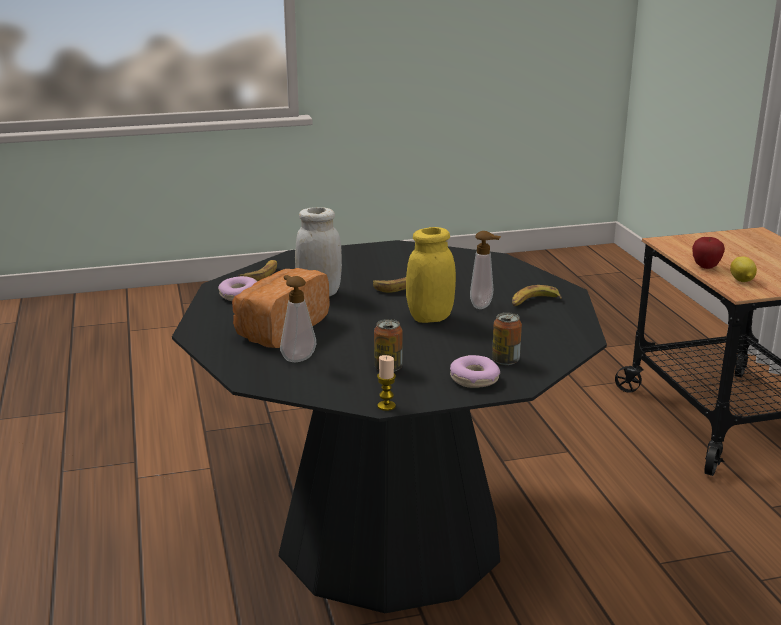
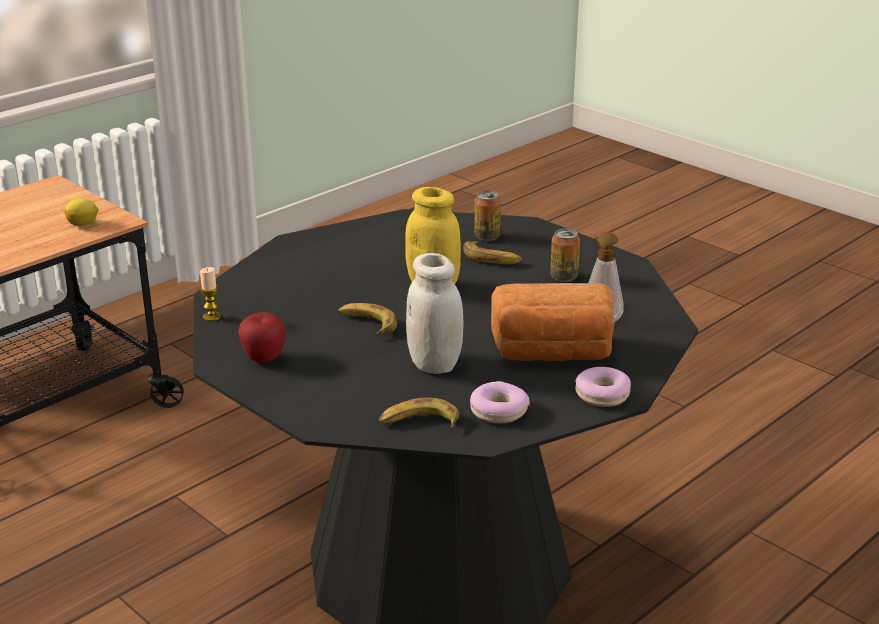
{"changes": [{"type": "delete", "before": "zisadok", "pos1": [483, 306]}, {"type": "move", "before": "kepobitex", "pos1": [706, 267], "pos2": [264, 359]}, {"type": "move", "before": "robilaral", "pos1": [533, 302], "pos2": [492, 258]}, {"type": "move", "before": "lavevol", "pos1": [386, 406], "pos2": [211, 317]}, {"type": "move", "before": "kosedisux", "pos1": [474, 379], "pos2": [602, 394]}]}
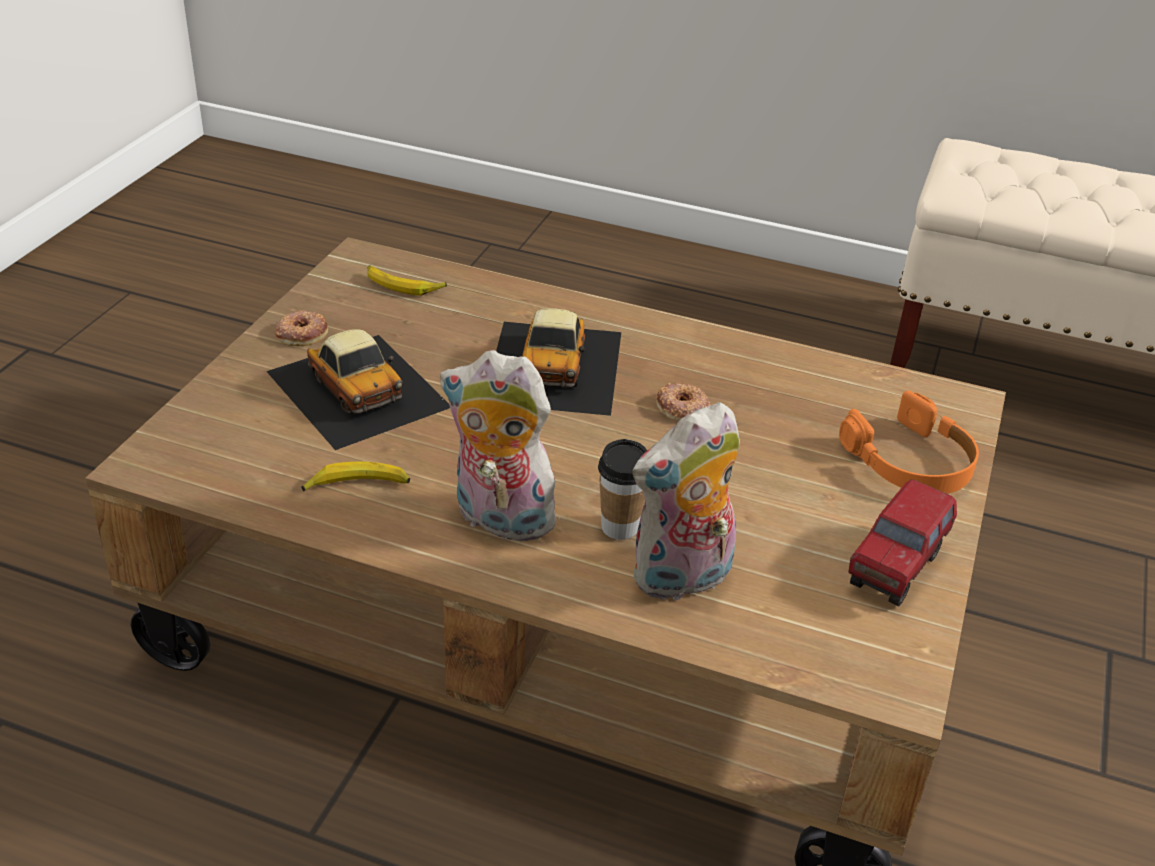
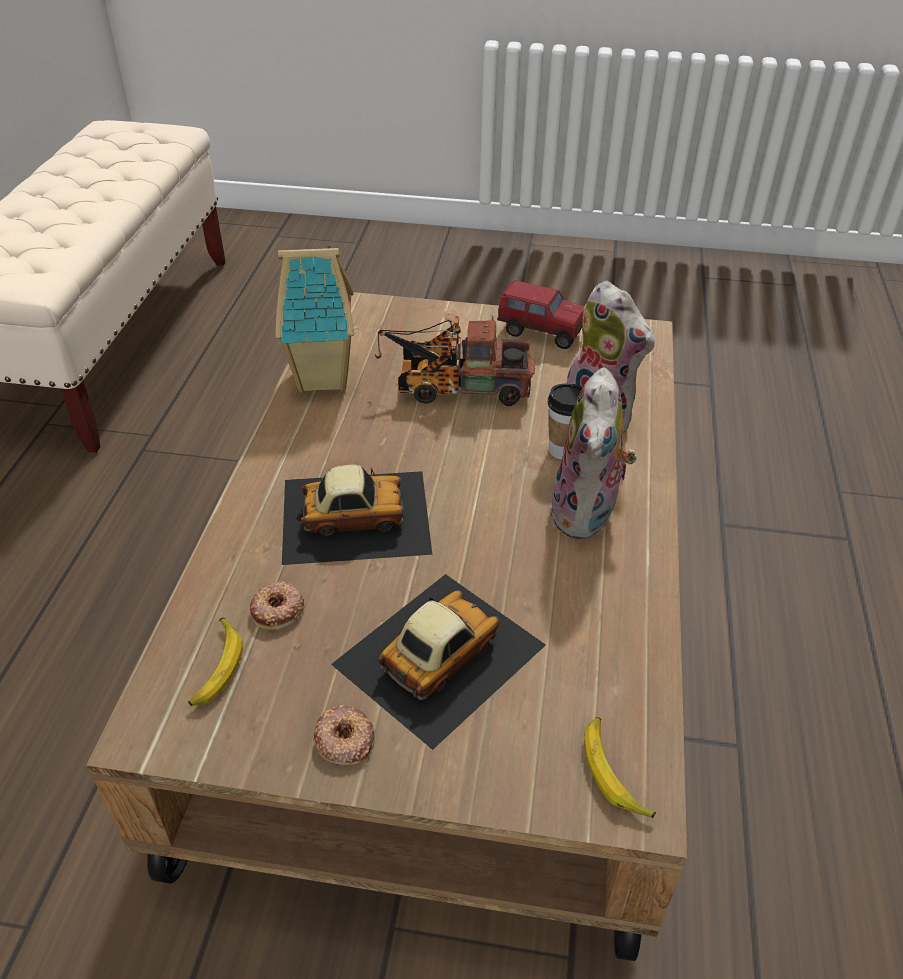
{"changes": [{"type": "move", "before": "kosedisux", "pos1": [682, 408], "pos2": [278, 609]}, {"type": "delete", "before": "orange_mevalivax", "pos1": [911, 461]}, {"type": "move", "before": "robilaral", "pos1": [358, 486], "pos2": [613, 772]}, {"type": "insert", "after": "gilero", "pos2": [324, 378]}, {"type": "insert", "after": "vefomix", "pos2": [454, 387]}]}
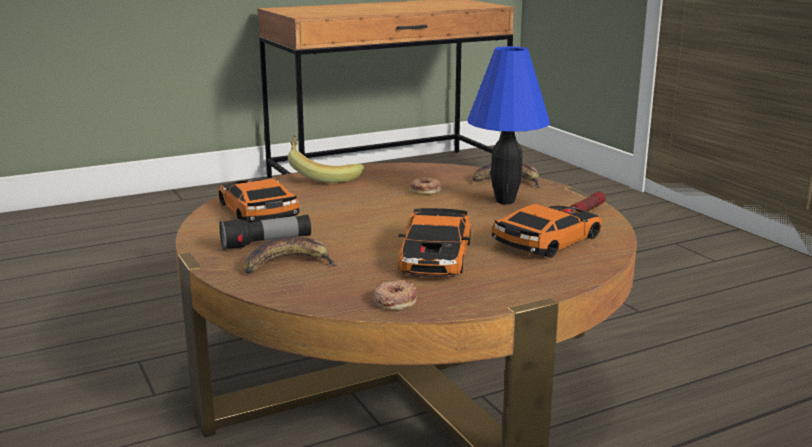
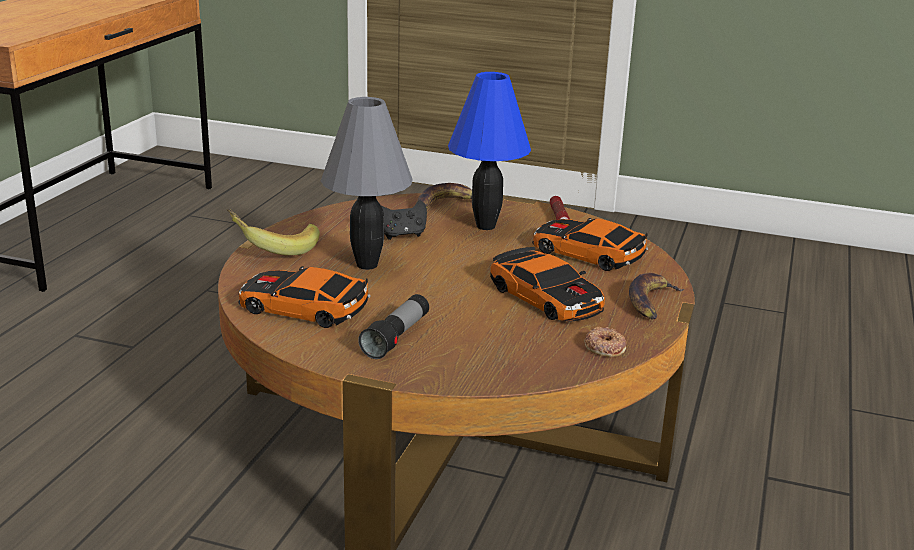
{"changes": [{"type": "replace", "before": "kosedisux", "after": "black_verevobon", "pos1": [425, 190], "pos2": [401, 235]}, {"type": "rotate", "before": "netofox", "pos1": [547, 240], "pos2": [587, 253], "turn": -60}, {"type": "move", "before": "robilaral", "pos1": [288, 264], "pos2": [651, 302]}, {"type": "insert", "after": "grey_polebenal", "pos2": [367, 265]}]}
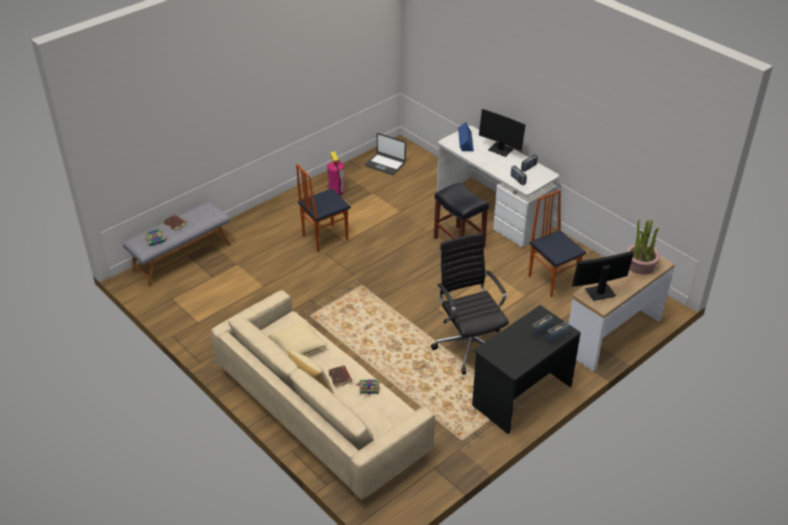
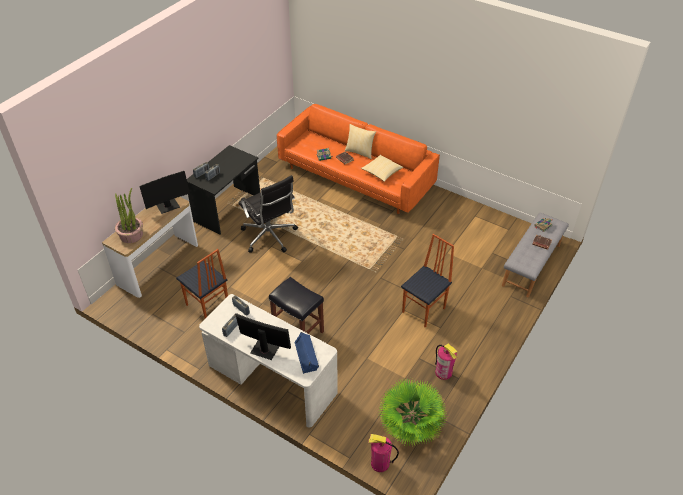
{"changes": [{"type": "replace", "before": "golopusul", "after": "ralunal", "pos1": [385, 164], "pos2": [410, 429]}, {"type": "recolor", "before": "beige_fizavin", "after": "orange_fizavin", "pos1": [321, 412], "pos2": [356, 177]}, {"type": "insert", "after": "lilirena", "pos2": [380, 463]}]}
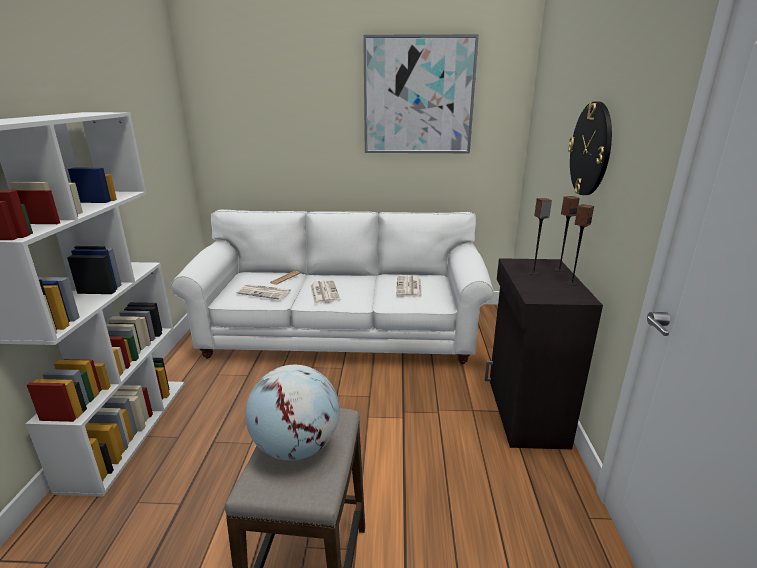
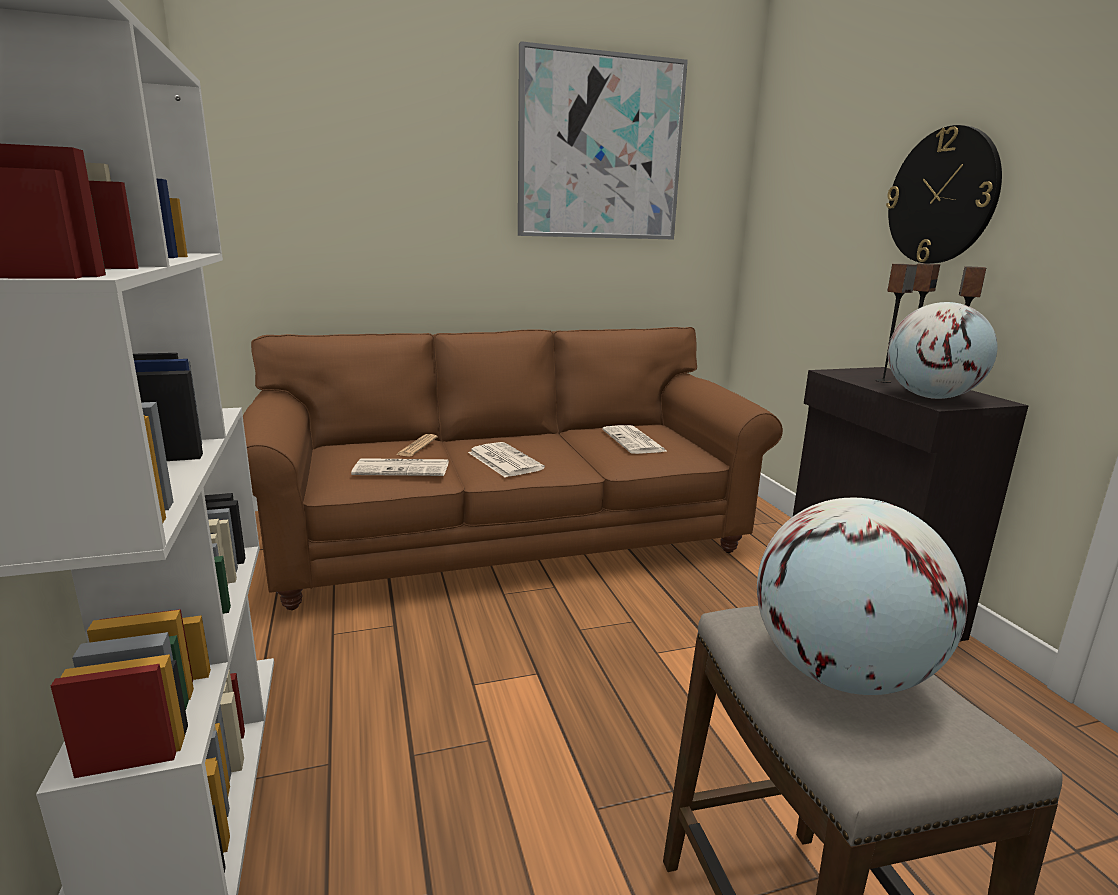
{"changes": [{"type": "recolor", "before": "white_fizavin", "after": "brown_fizavin", "pos1": [341, 331], "pos2": [509, 534]}, {"type": "insert", "after": "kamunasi", "pos2": [930, 397]}]}
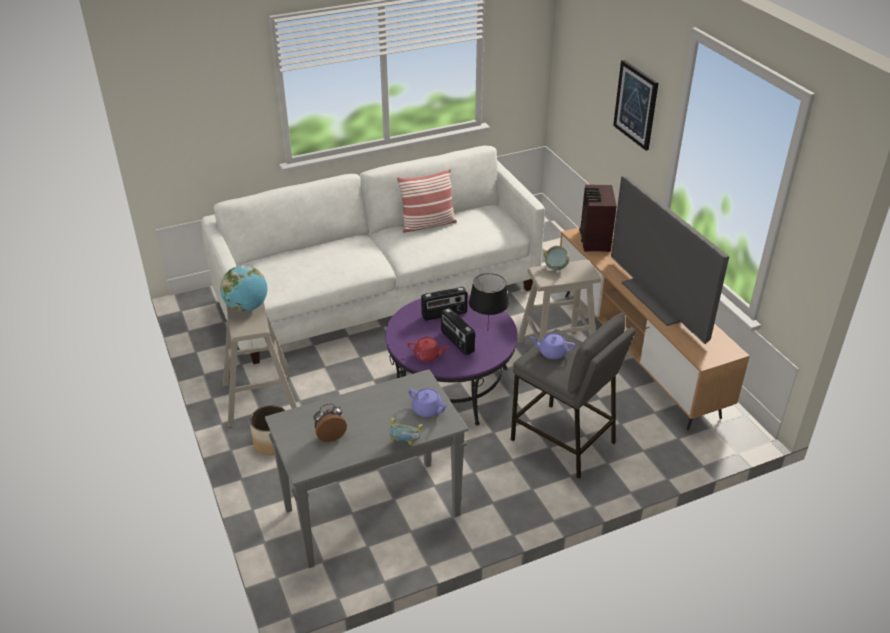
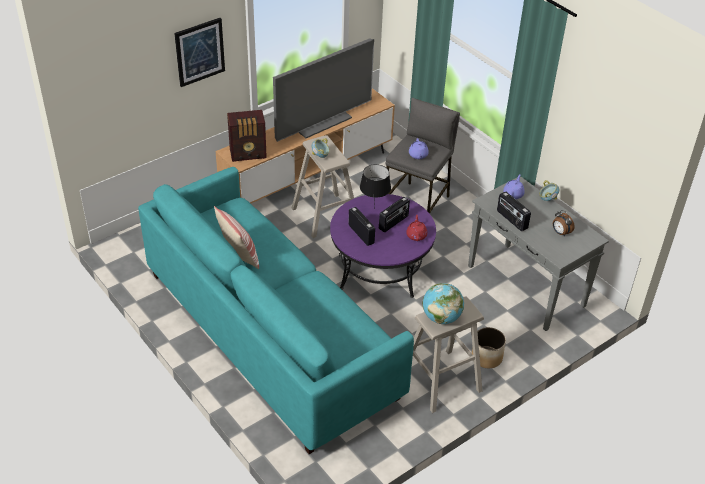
{"changes": [{"type": "recolor", "before": "white_fizavin", "after": "turquoise_fizavin", "pos1": [379, 294], "pos2": [270, 334]}, {"type": "insert", "after": "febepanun", "pos2": [511, 220]}]}
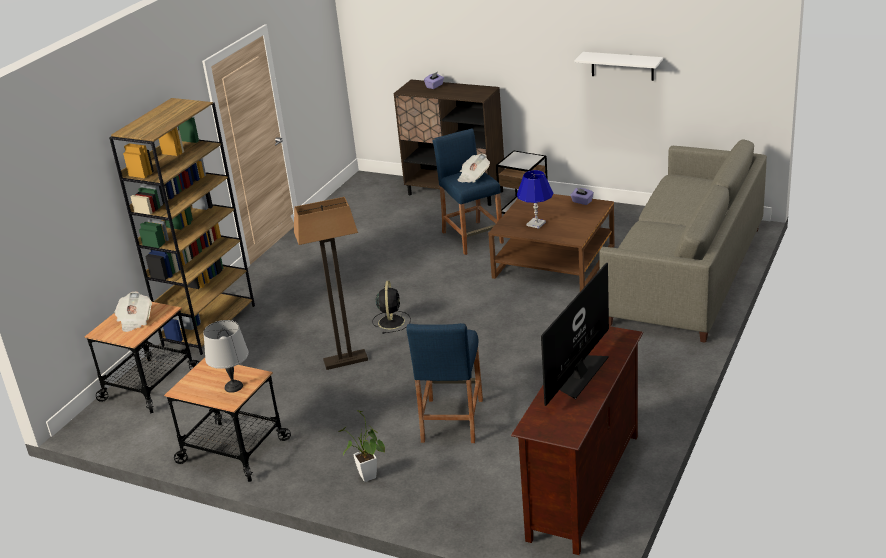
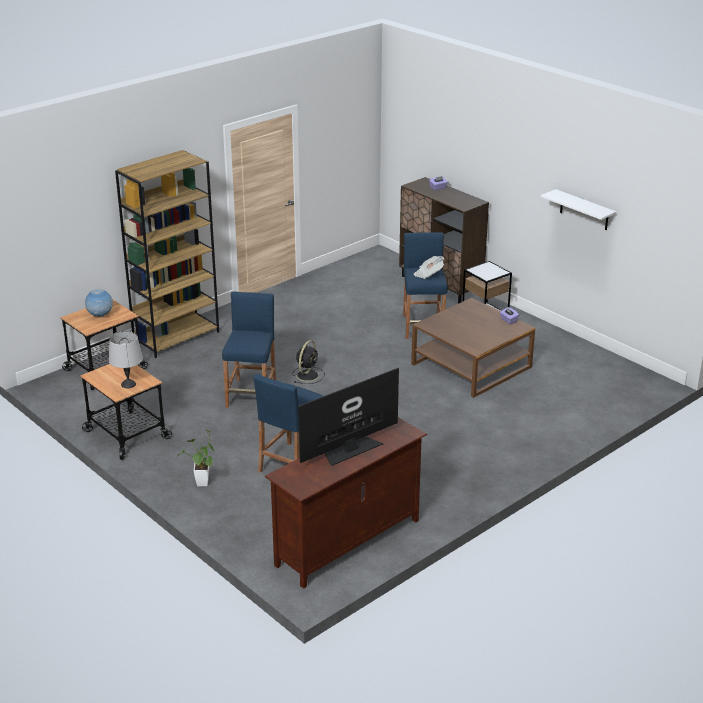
{"changes": [{"type": "delete", "before": "grey_fizavin", "pos1": [685, 274]}, {"type": "delete", "before": "blue_polebenal", "pos1": [536, 224]}, {"type": "replace", "before": "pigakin", "after": "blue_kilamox", "pos1": [346, 360], "pos2": [252, 394]}, {"type": "replace", "before": "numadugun", "after": "kamunasi", "pos1": [135, 321], "pos2": [100, 316]}]}
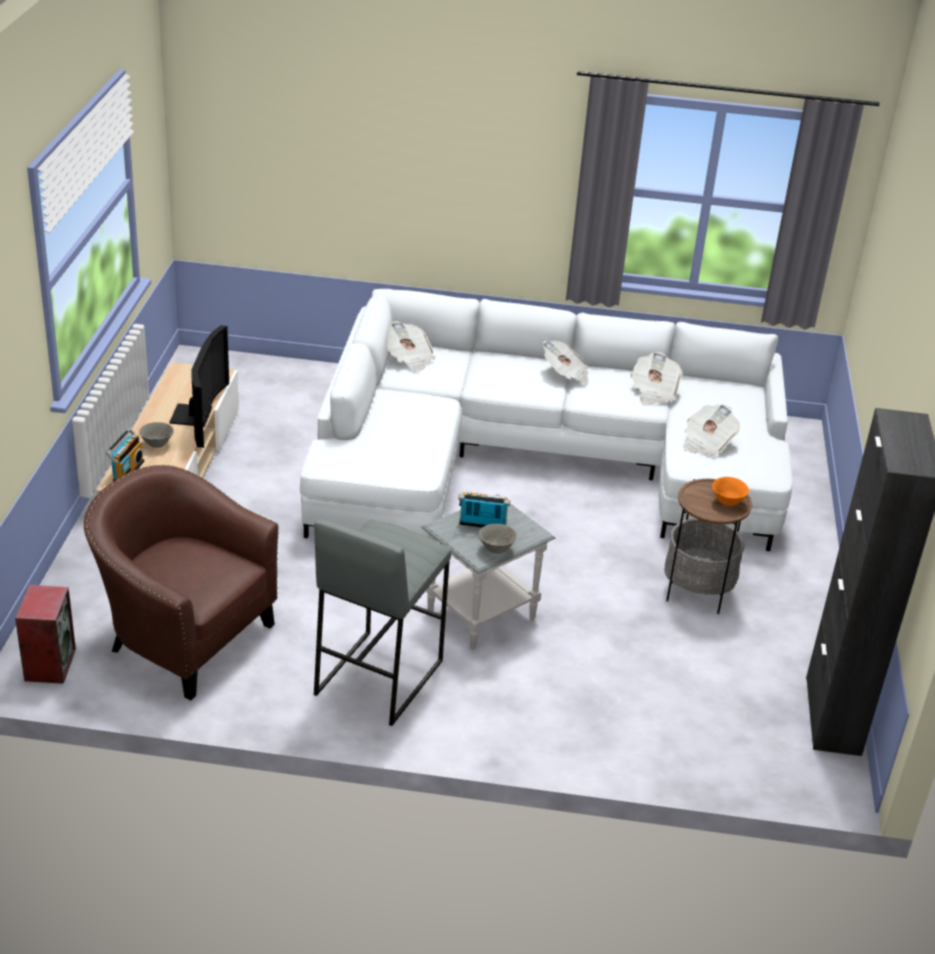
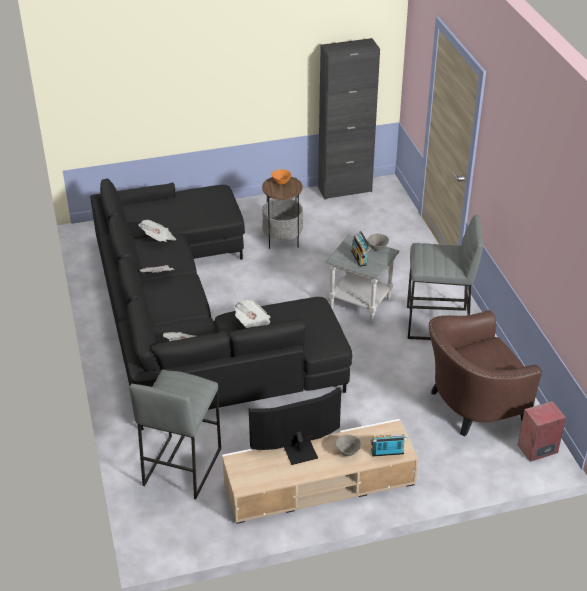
{"changes": [{"type": "recolor", "before": "white_fizavin", "after": "black_fizavin", "pos1": [537, 461], "pos2": [193, 320]}, {"type": "move", "before": "numadugun", "pos1": [706, 443], "pos2": [253, 324]}, {"type": "rotate", "before": "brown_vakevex", "pos1": [182, 638], "pos2": [471, 405], "turn": 60}, {"type": "insert", "after": "grey_kilamox", "pos2": [181, 466]}]}
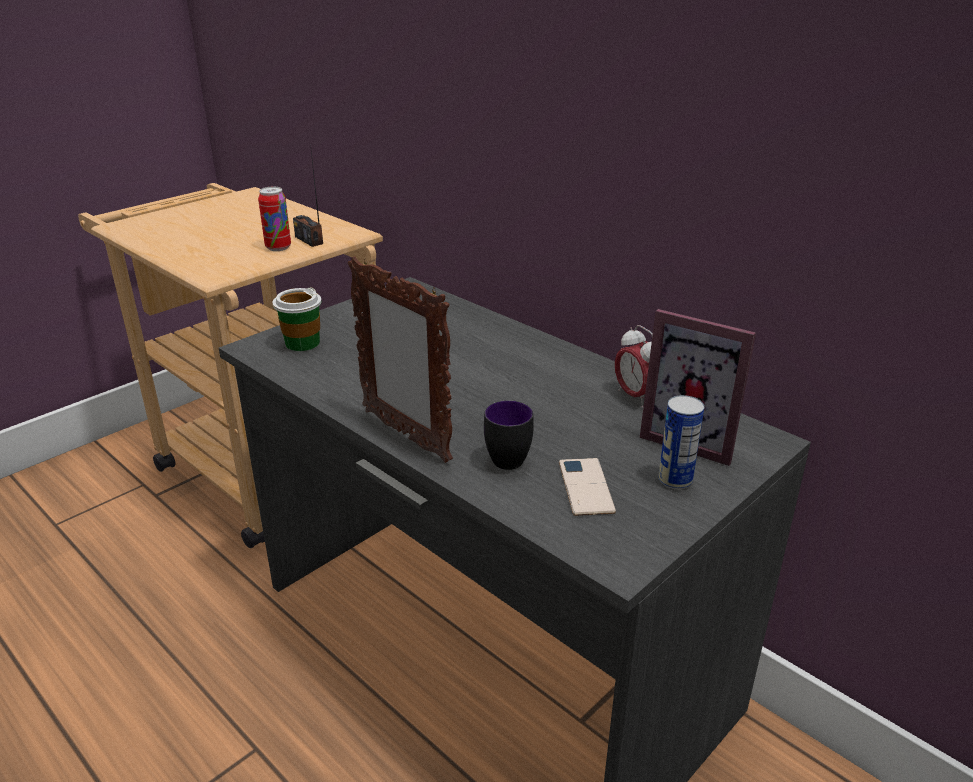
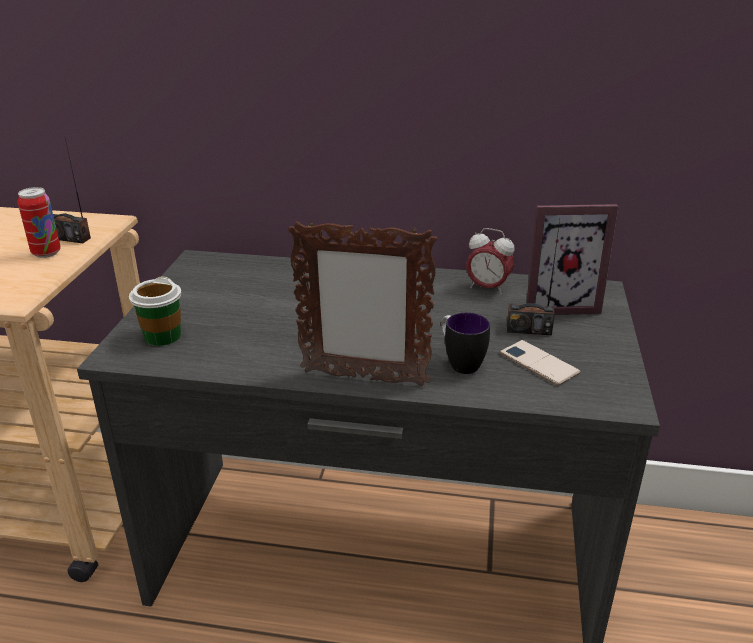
{"changes": [{"type": "delete", "before": "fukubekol", "pos1": [675, 480]}, {"type": "insert", "after": "febepanun", "pos2": [529, 329]}]}
